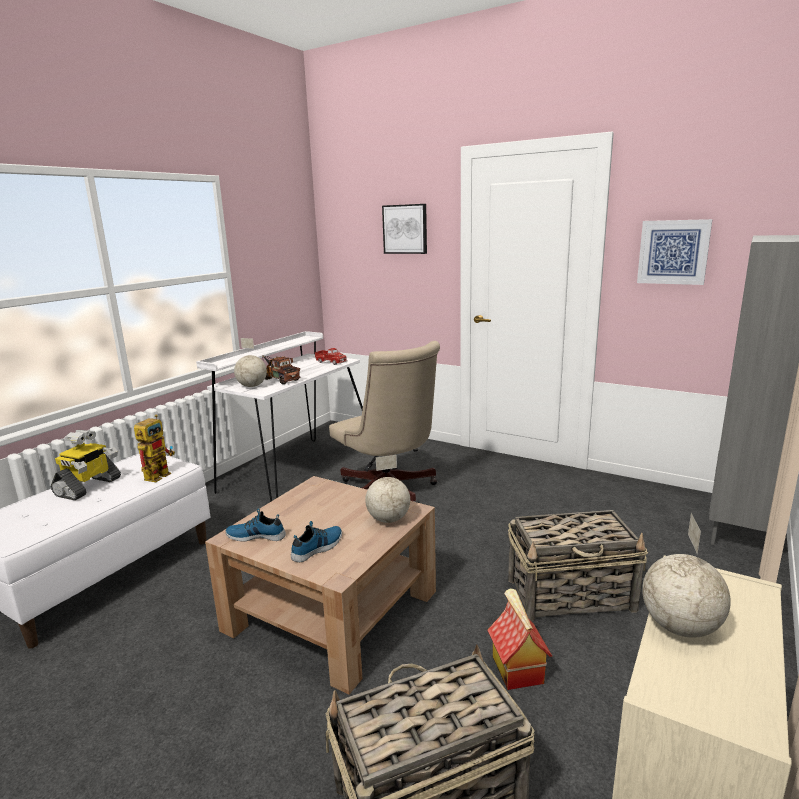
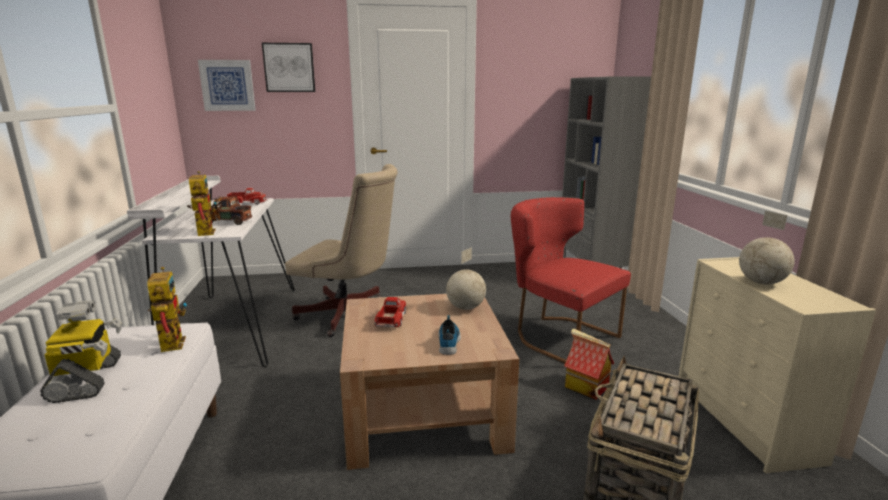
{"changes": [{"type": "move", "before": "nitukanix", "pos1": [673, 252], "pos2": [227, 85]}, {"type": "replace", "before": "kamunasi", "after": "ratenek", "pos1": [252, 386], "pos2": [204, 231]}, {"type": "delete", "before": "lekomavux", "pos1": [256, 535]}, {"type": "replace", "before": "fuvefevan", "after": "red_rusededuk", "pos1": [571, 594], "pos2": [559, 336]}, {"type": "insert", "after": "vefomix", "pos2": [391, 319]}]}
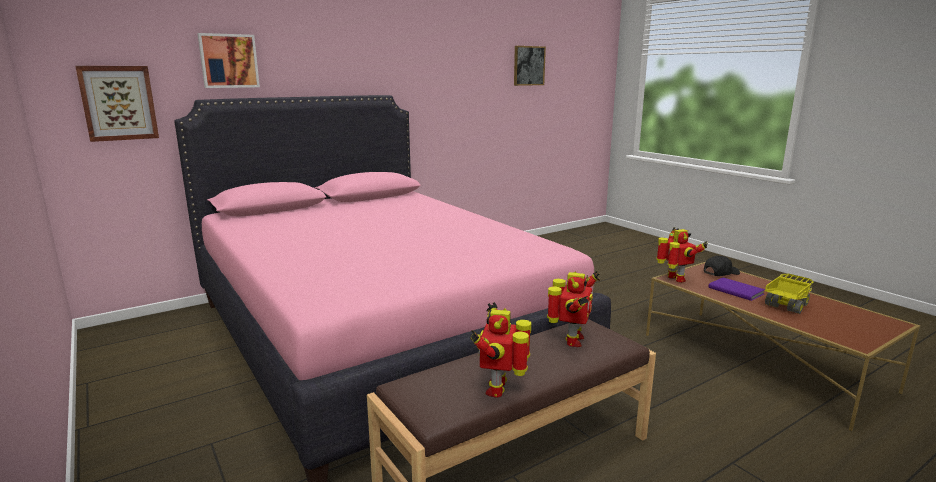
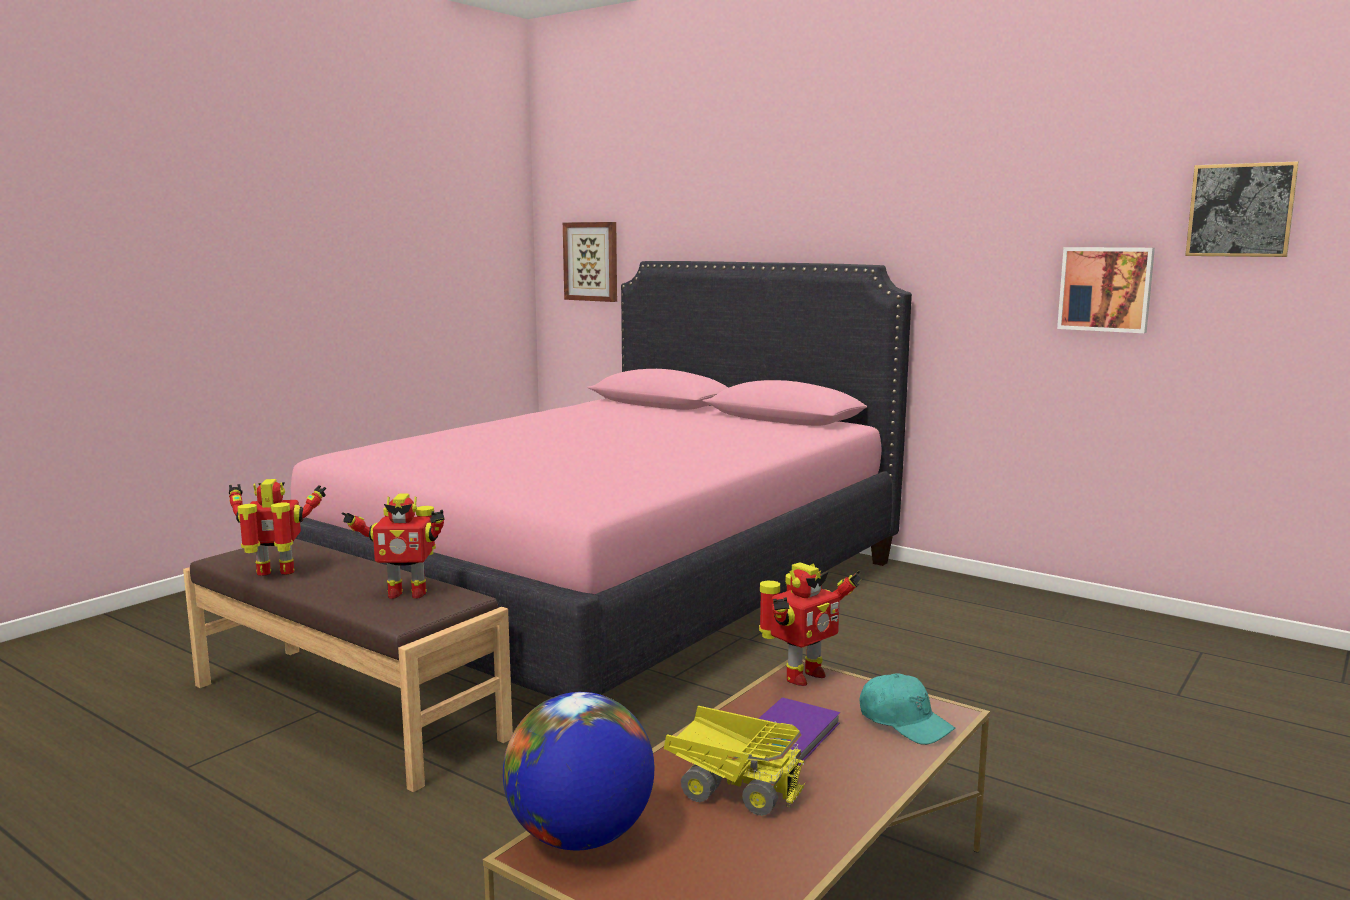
{"changes": [{"type": "move", "before": "nitukanix", "pos1": [228, 61], "pos2": [1105, 289]}, {"type": "recolor", "before": "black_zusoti", "after": "turquoise_zusoti", "pos1": [720, 273], "pos2": [904, 722]}, {"type": "insert", "after": "kamunasi", "pos2": [580, 837]}]}
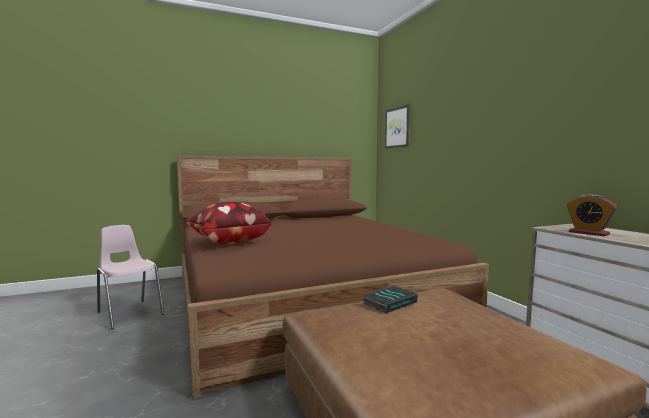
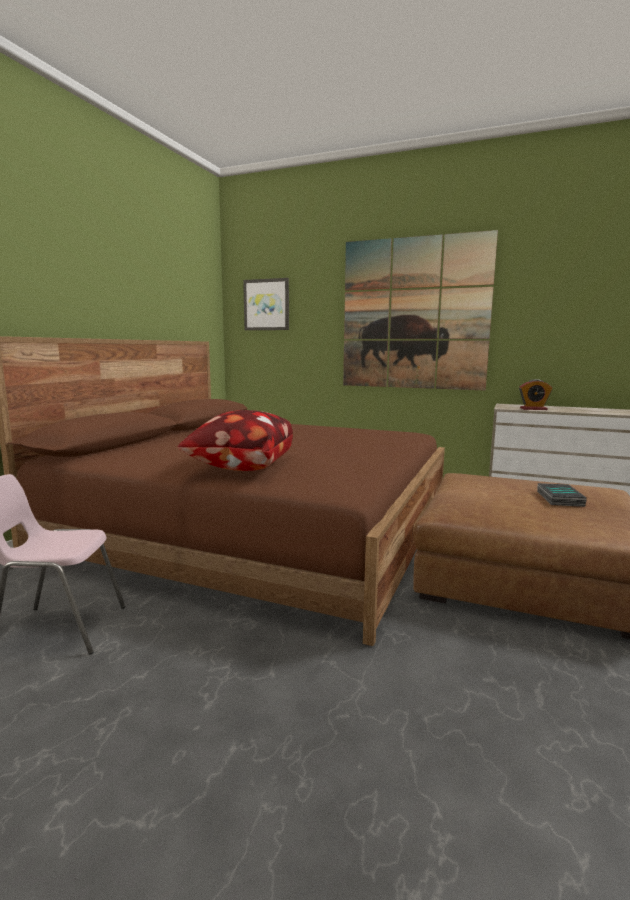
{"changes": [{"type": "move", "before": "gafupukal", "pos1": [389, 302], "pos2": [558, 498]}, {"type": "insert", "after": "nitukanix", "pos2": [414, 314]}]}
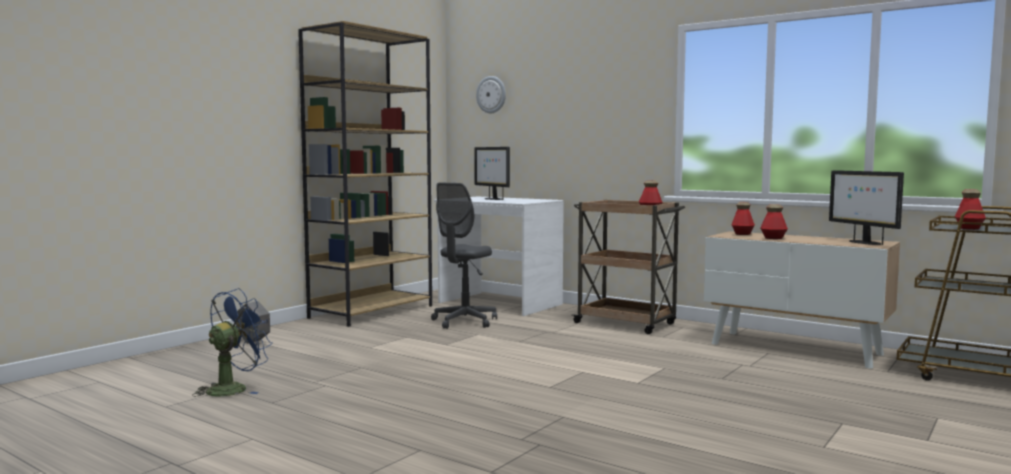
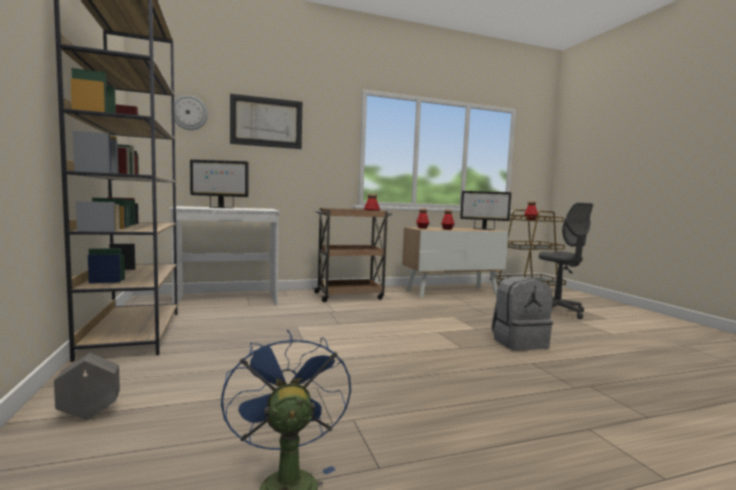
{"changes": [{"type": "move", "before": "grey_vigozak", "pos1": [464, 322], "pos2": [557, 311]}, {"type": "insert", "after": "nitukanix", "pos2": [266, 122]}, {"type": "insert", "after": "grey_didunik", "pos2": [519, 342]}]}
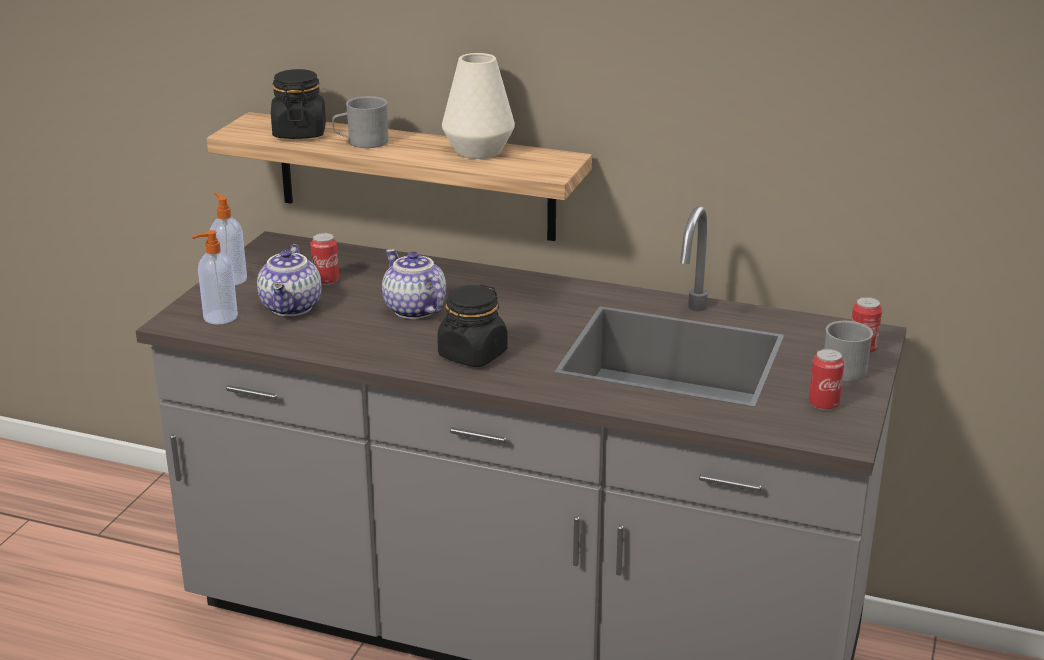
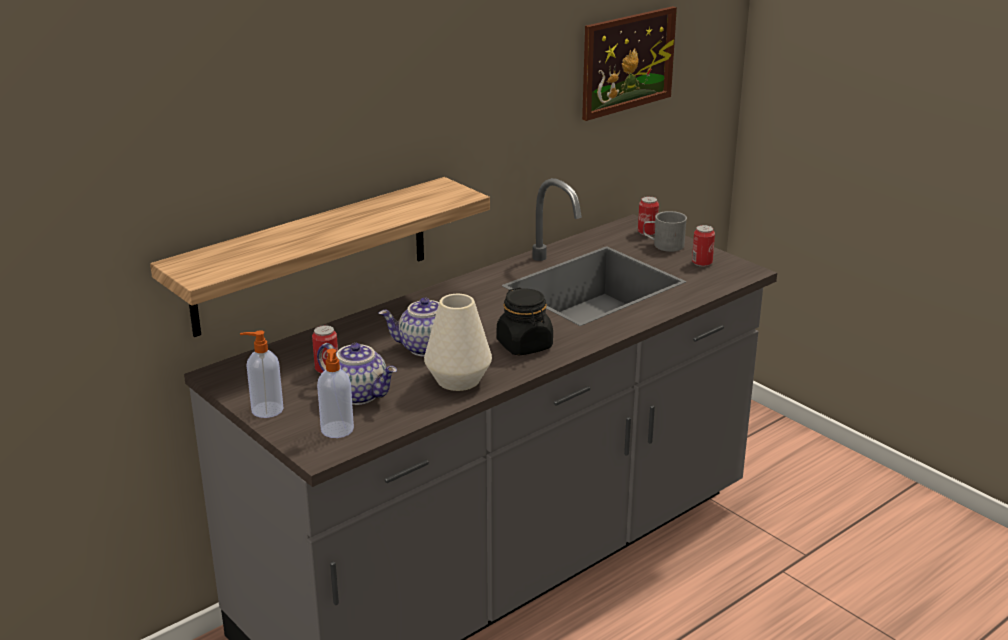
{"changes": [{"type": "move", "before": "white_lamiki", "pos1": [478, 151], "pos2": [458, 380]}, {"type": "delete", "before": "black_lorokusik", "pos1": [299, 133]}, {"type": "delete", "before": "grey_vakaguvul", "pos1": [361, 142]}, {"type": "insert", "after": "nitukanix", "pos2": [628, 62]}]}
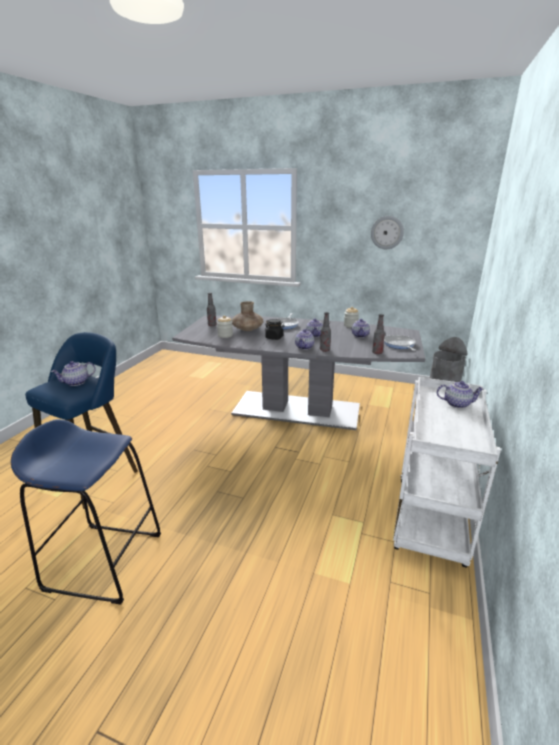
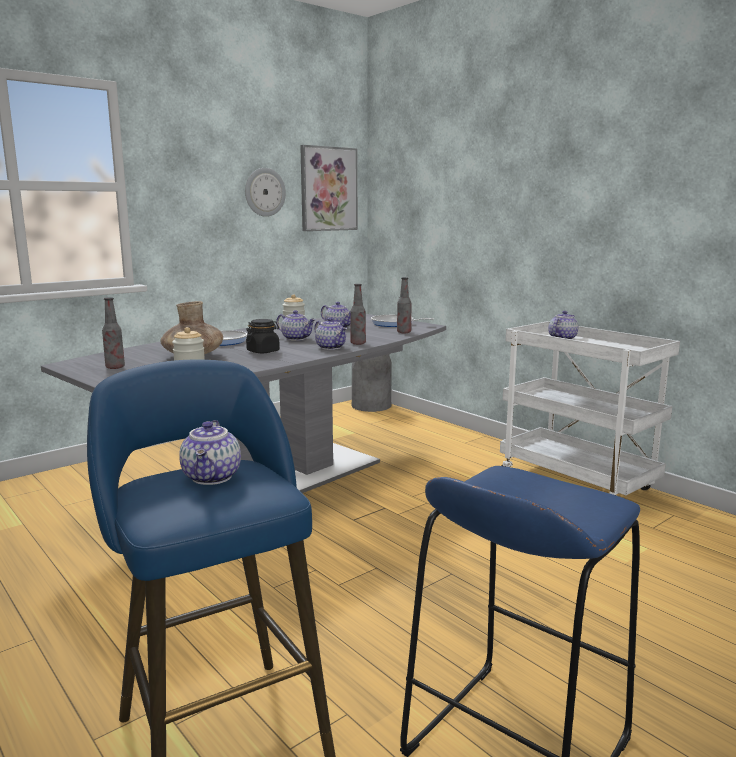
{"changes": [{"type": "insert", "after": "nitukanix", "pos2": [328, 189]}]}
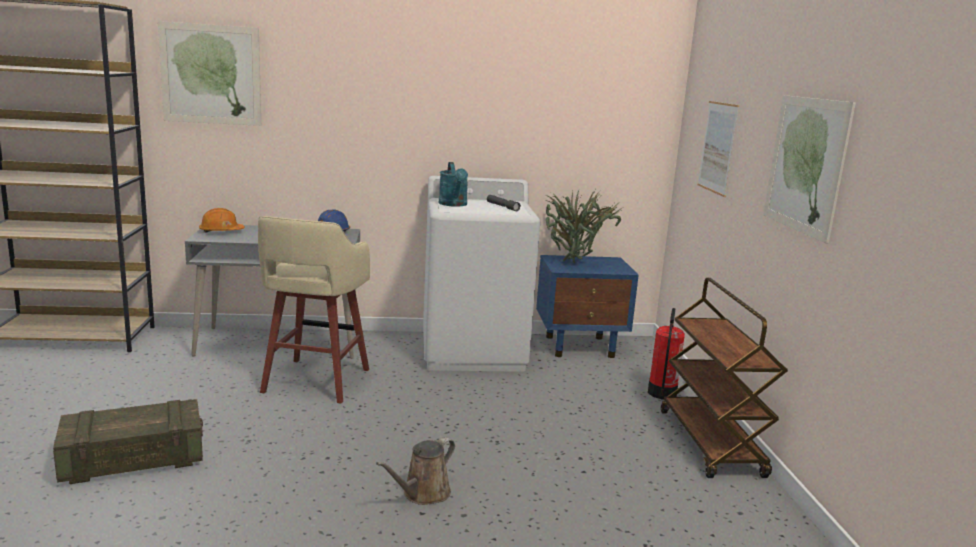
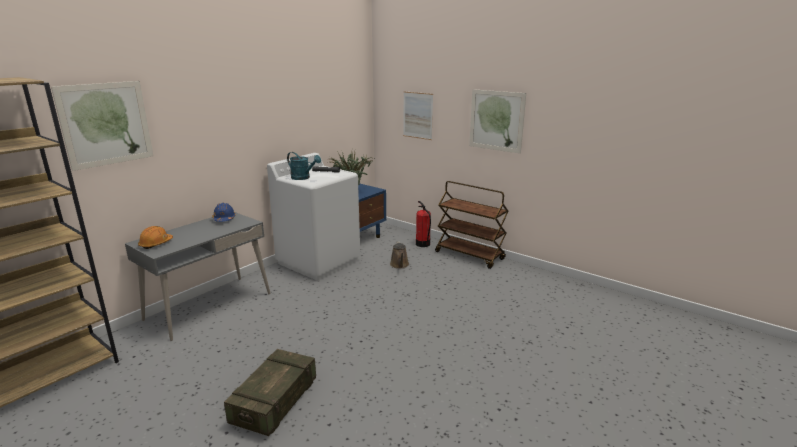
{"changes": [{"type": "delete", "before": "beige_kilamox", "pos1": [315, 382]}, {"type": "move", "before": "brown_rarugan", "pos1": [423, 494], "pos2": [399, 265]}]}
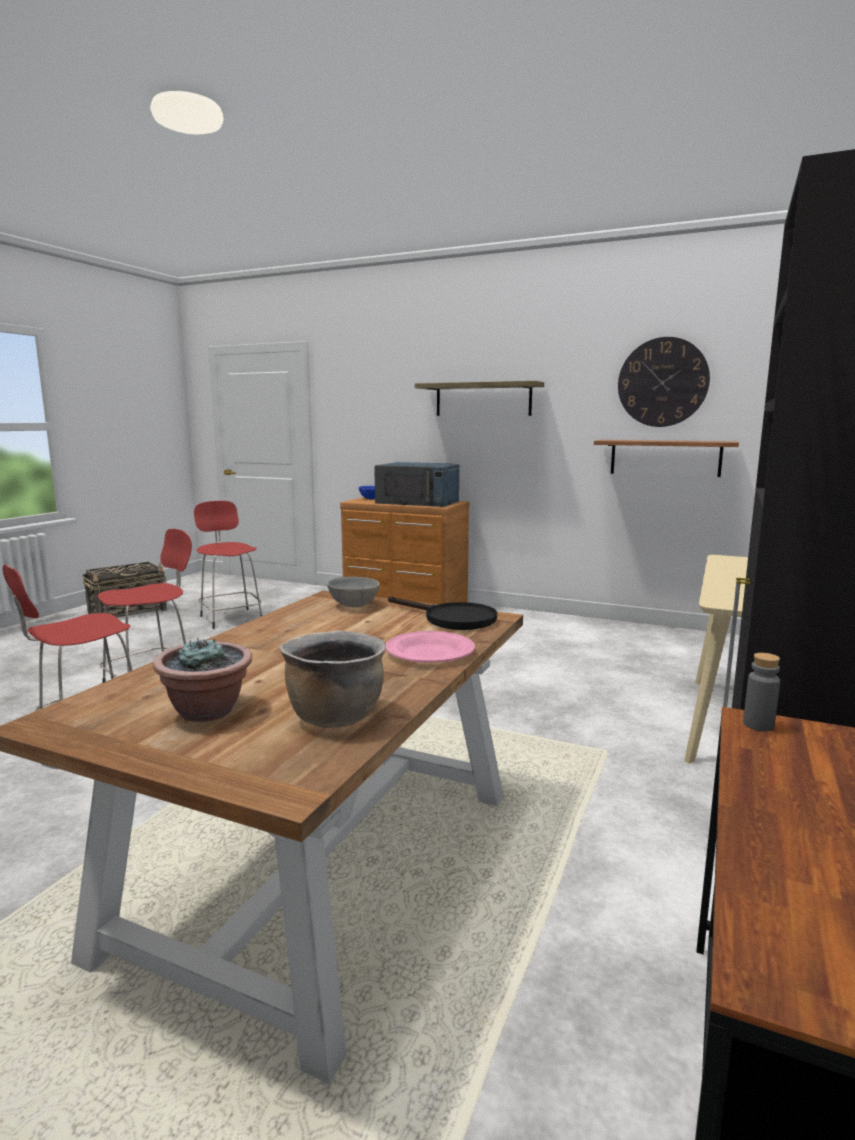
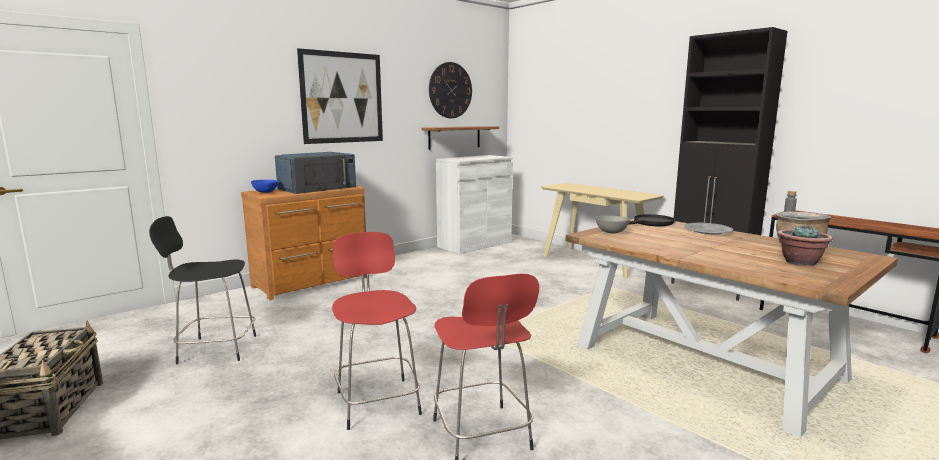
{"changes": [{"type": "replace", "before": "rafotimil", "after": "nitukanix", "pos1": [483, 399], "pos2": [342, 98]}, {"type": "recolor", "before": "red_kilamox", "after": "black_kilamox", "pos1": [230, 618], "pos2": [215, 349]}, {"type": "recolor", "before": "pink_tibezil", "after": "grey_tibezil", "pos1": [429, 652], "pos2": [707, 231]}, {"type": "insert", "after": "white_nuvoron", "pos2": [474, 244]}]}
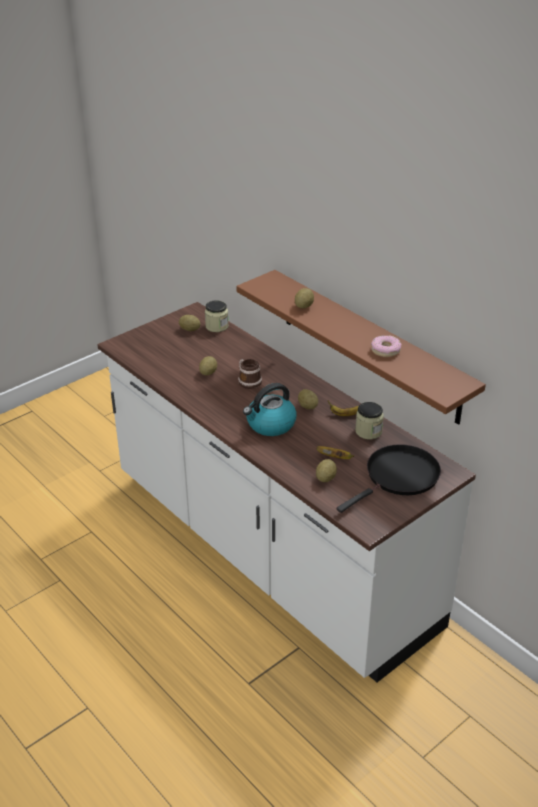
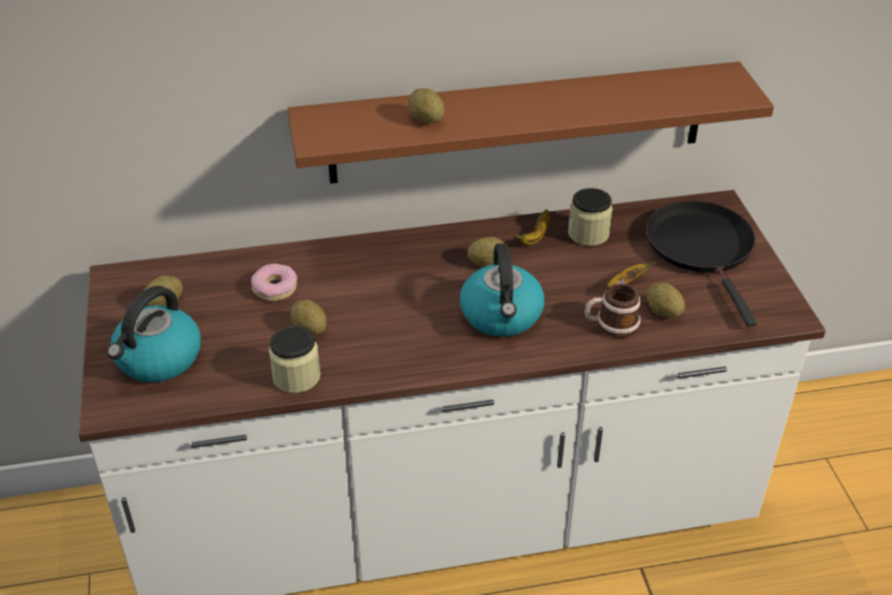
{"changes": [{"type": "move", "before": "lorokusik", "pos1": [217, 326], "pos2": [296, 377]}, {"type": "move", "before": "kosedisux", "pos1": [385, 350], "pos2": [274, 288]}, {"type": "move", "before": "vakaguvul", "pos1": [248, 381], "pos2": [611, 325]}, {"type": "insert", "after": "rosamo", "pos2": [158, 359]}]}
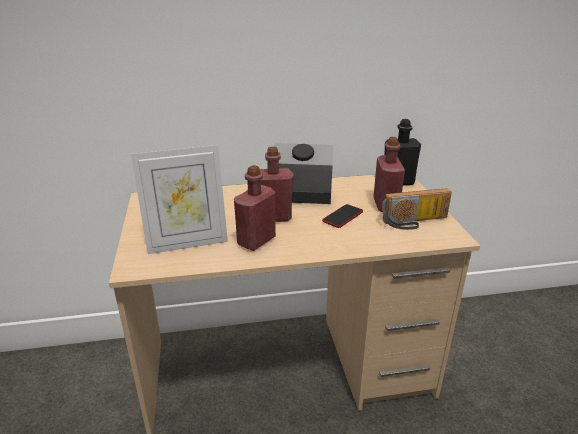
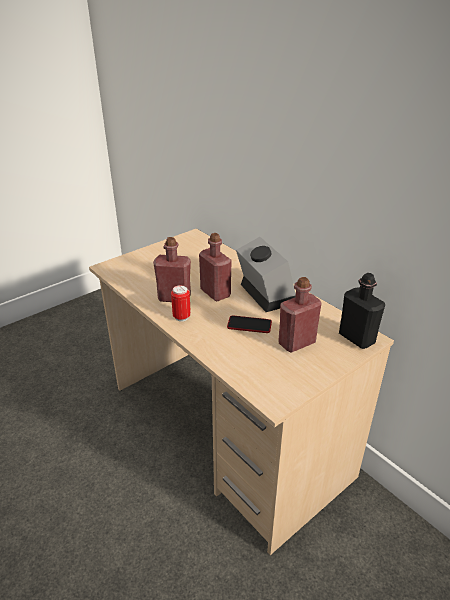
{"changes": [{"type": "delete", "before": "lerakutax", "pos1": [187, 243]}, {"type": "delete", "before": "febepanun", "pos1": [415, 222]}, {"type": "insert", "after": "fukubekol", "pos2": [181, 317]}]}
